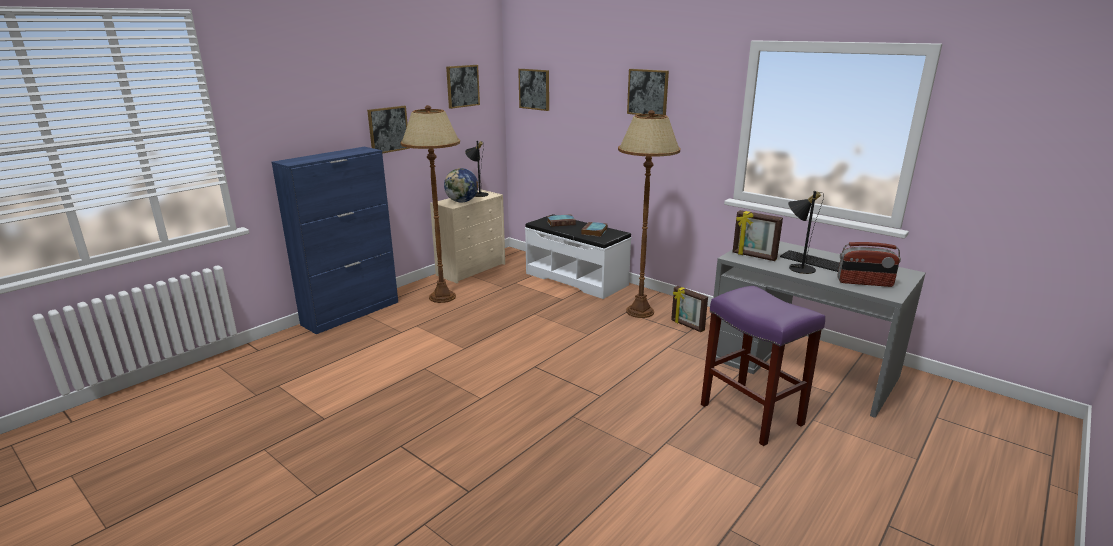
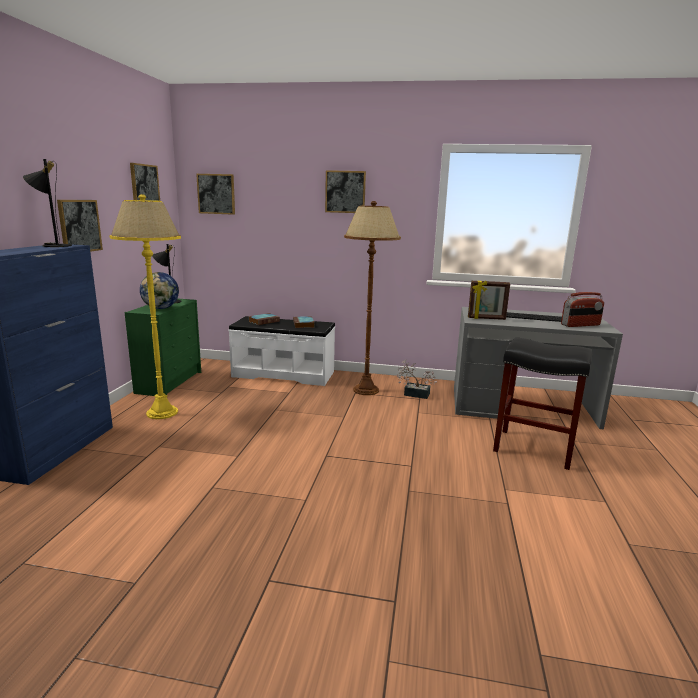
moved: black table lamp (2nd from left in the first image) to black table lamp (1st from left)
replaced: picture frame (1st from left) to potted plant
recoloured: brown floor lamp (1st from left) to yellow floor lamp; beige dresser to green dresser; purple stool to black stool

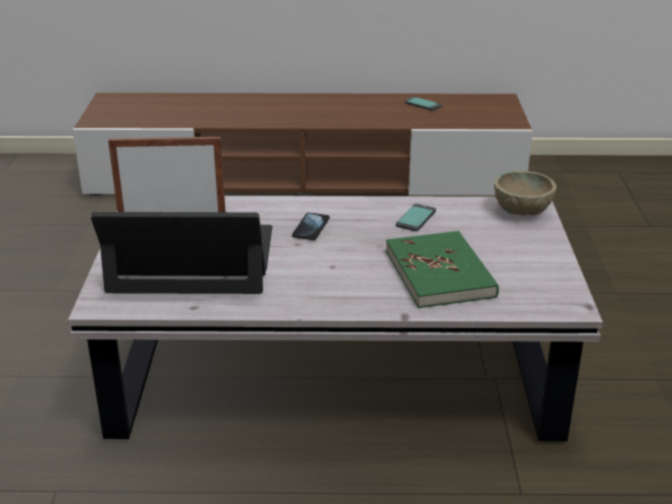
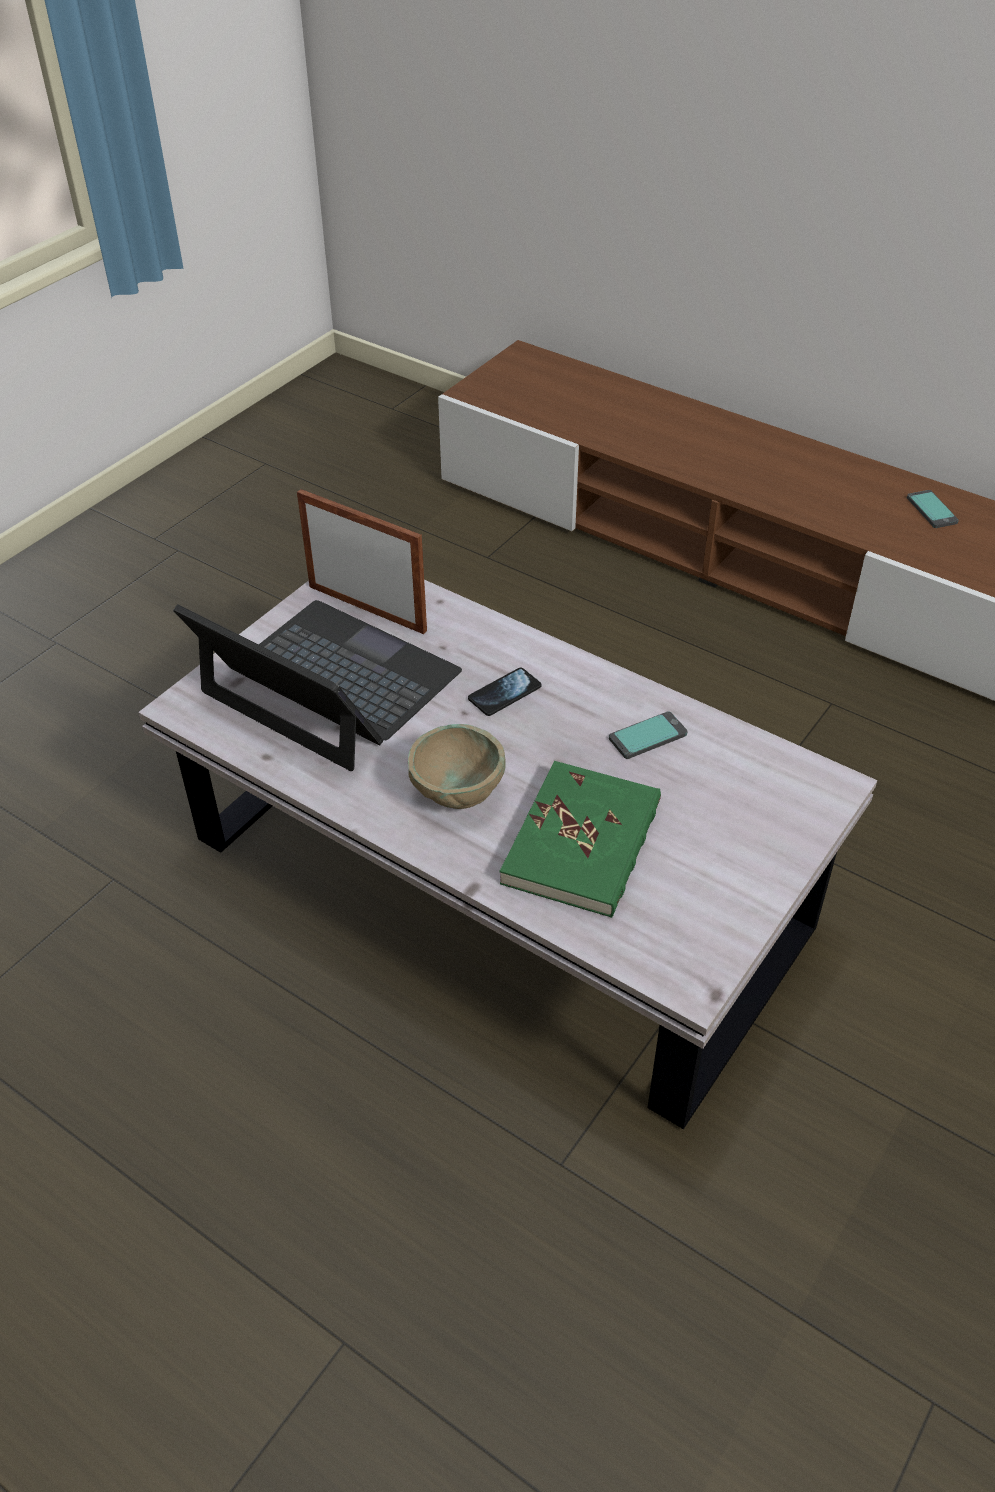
moved: beige bowl

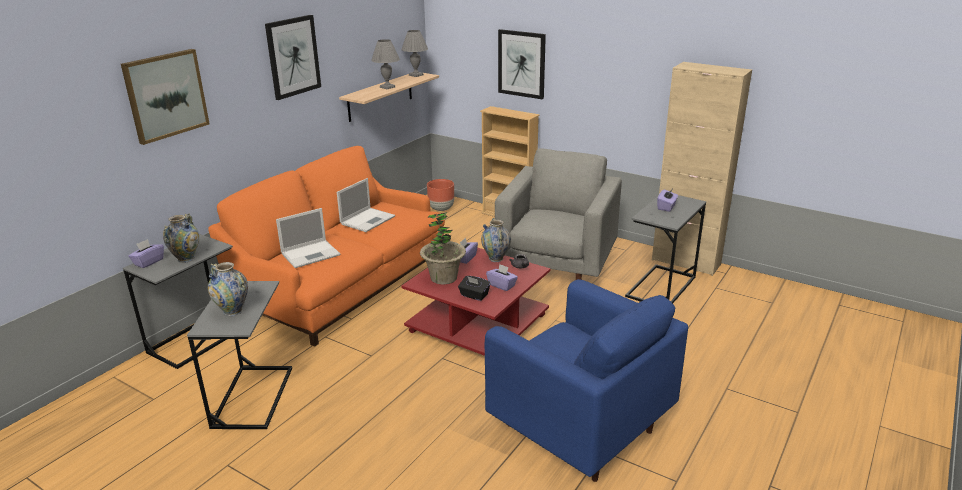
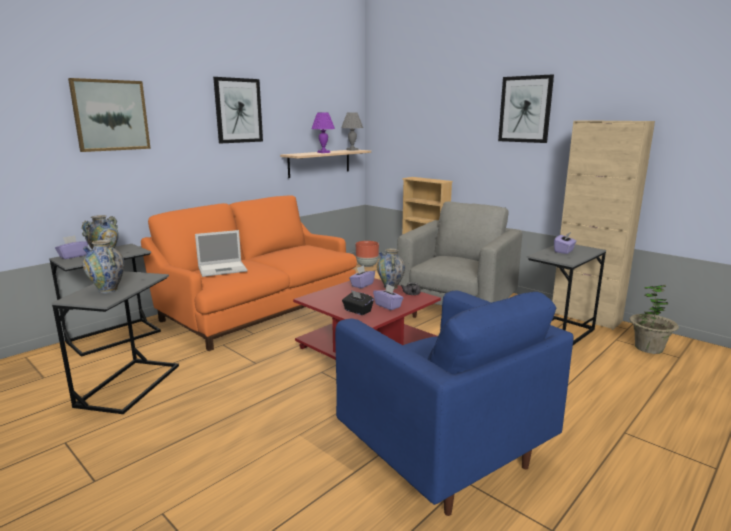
removed: laptop (2nd from left)
moved: potted plant; picture (3rd from left)
recoloured: grey table lamp (1st from left) to purple table lamp

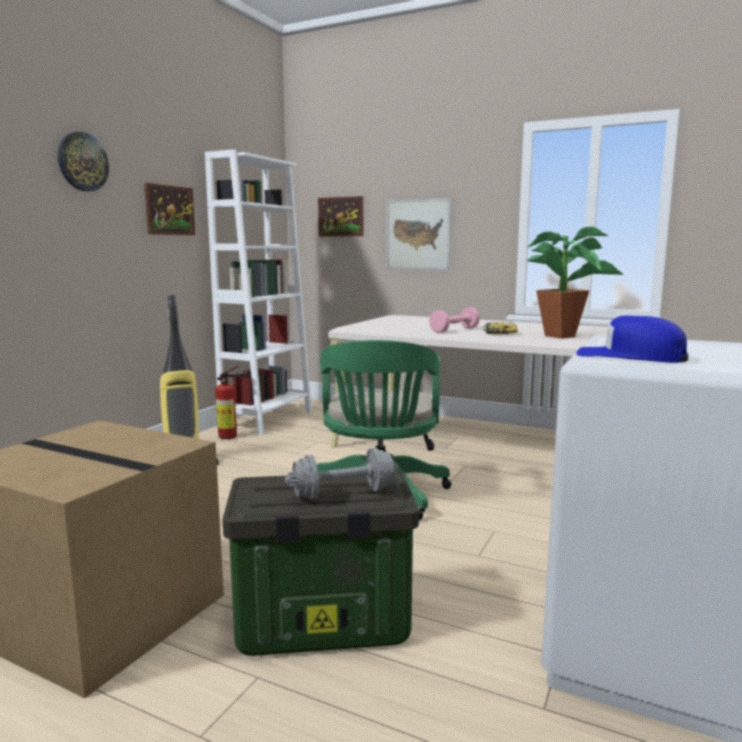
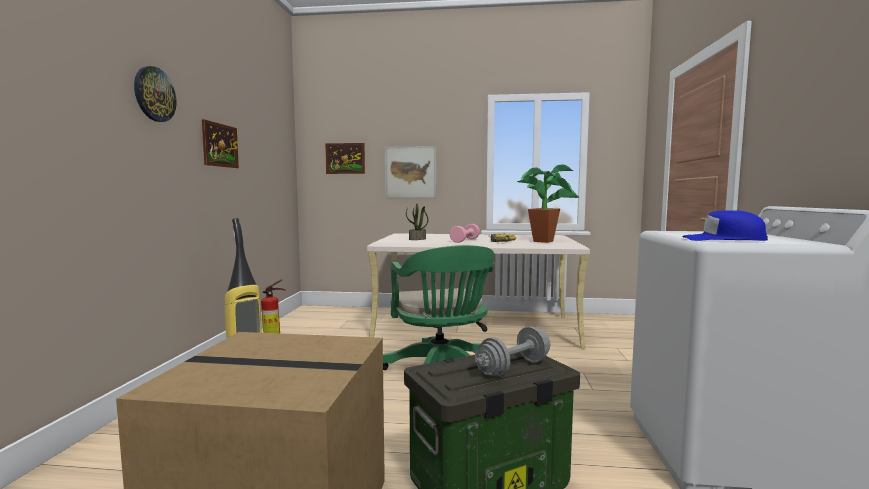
removed: white bookcase
added: potted plant (1st from left)

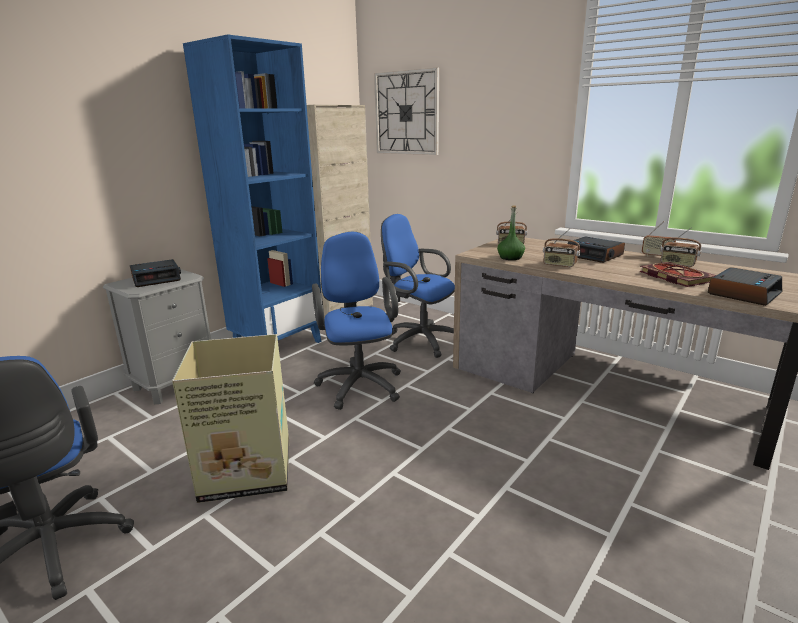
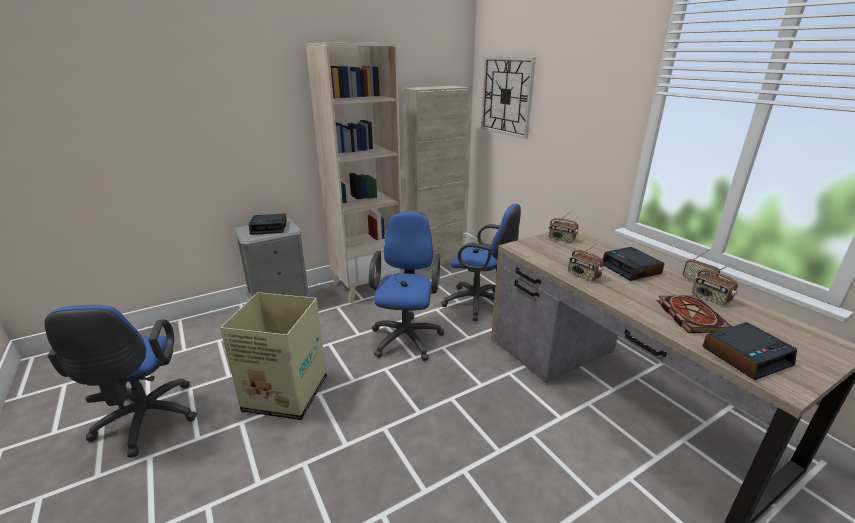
removed: green bottle
recoloured: blue bookcase to beige bookcase
turned: blue office chair (3rd from left) 150 degrees clockwise

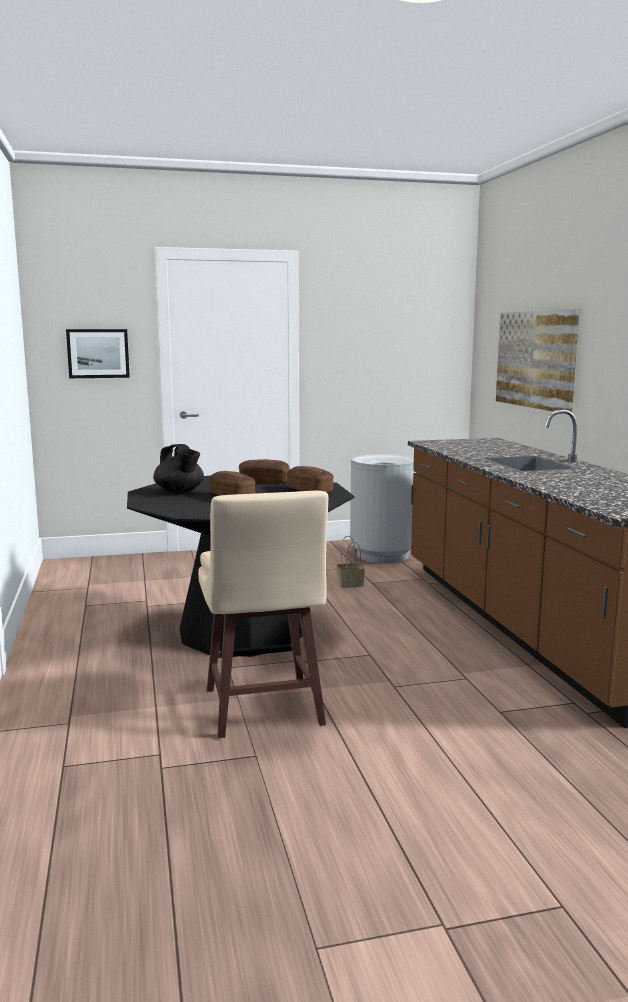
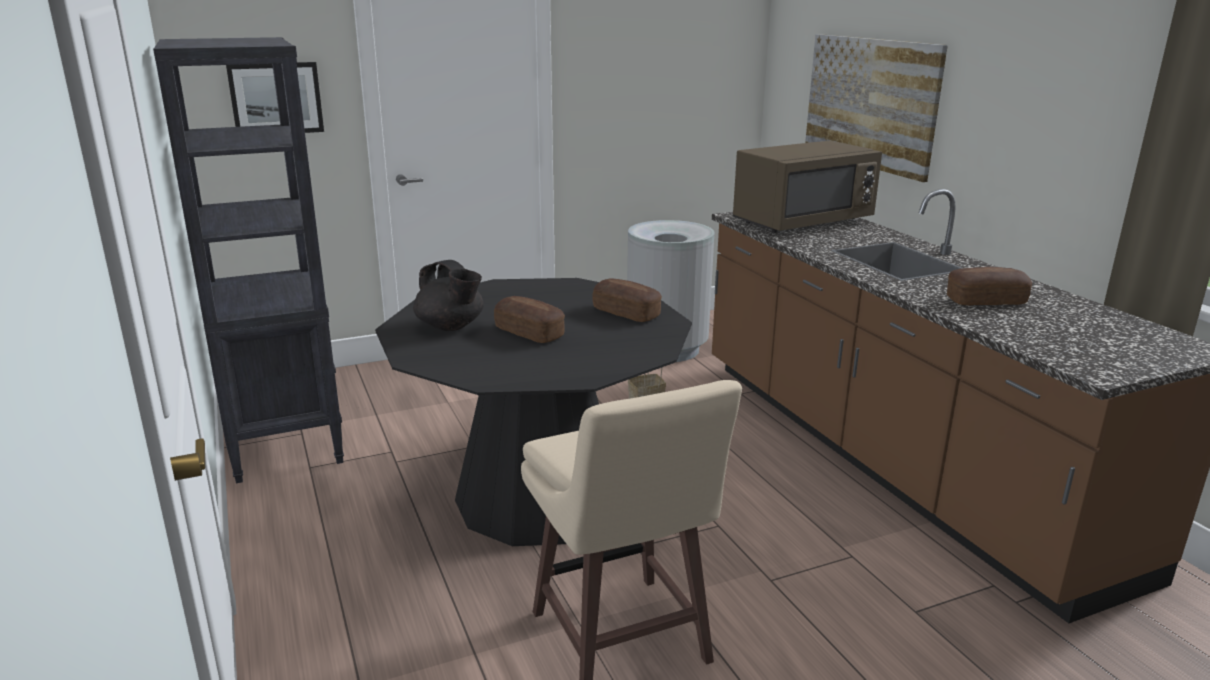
added: black bookcase; brown microwave
moved: bread (2nd from left in the first image) to bread (3rd from left)

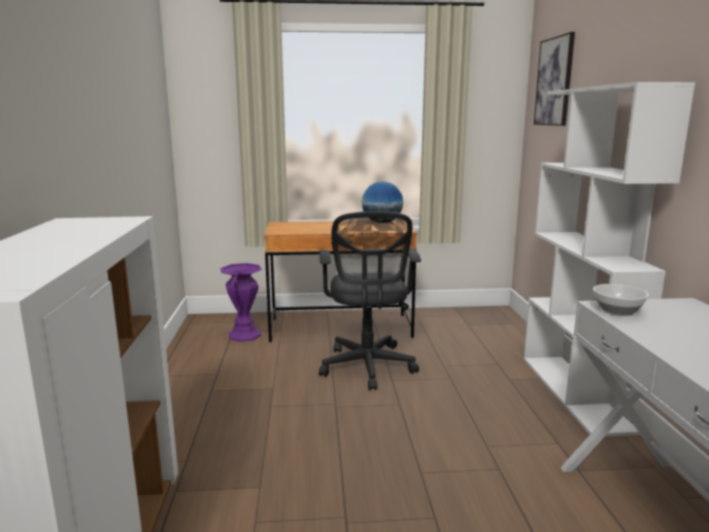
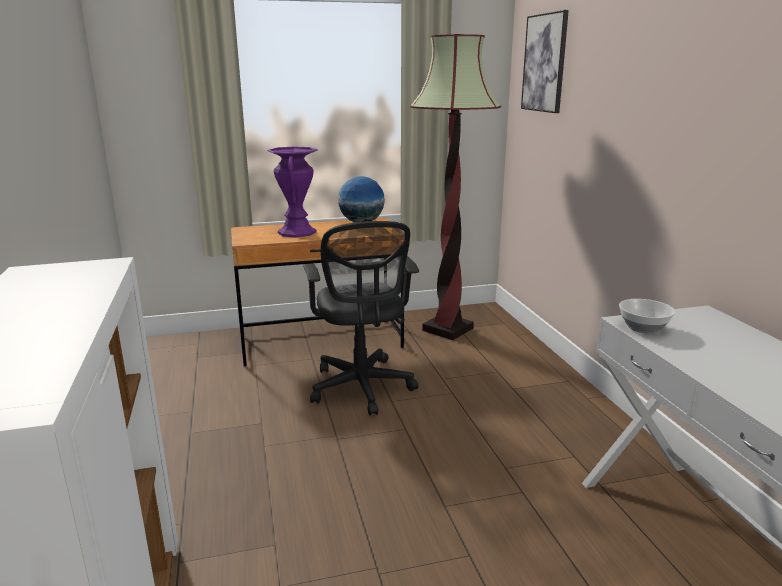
removed: white bookcase
added: floor lamp
moved: purple vase

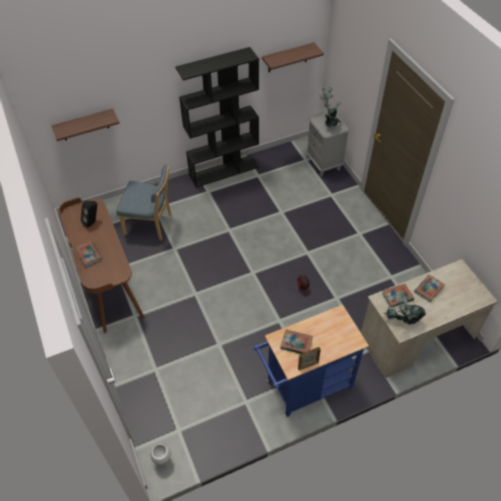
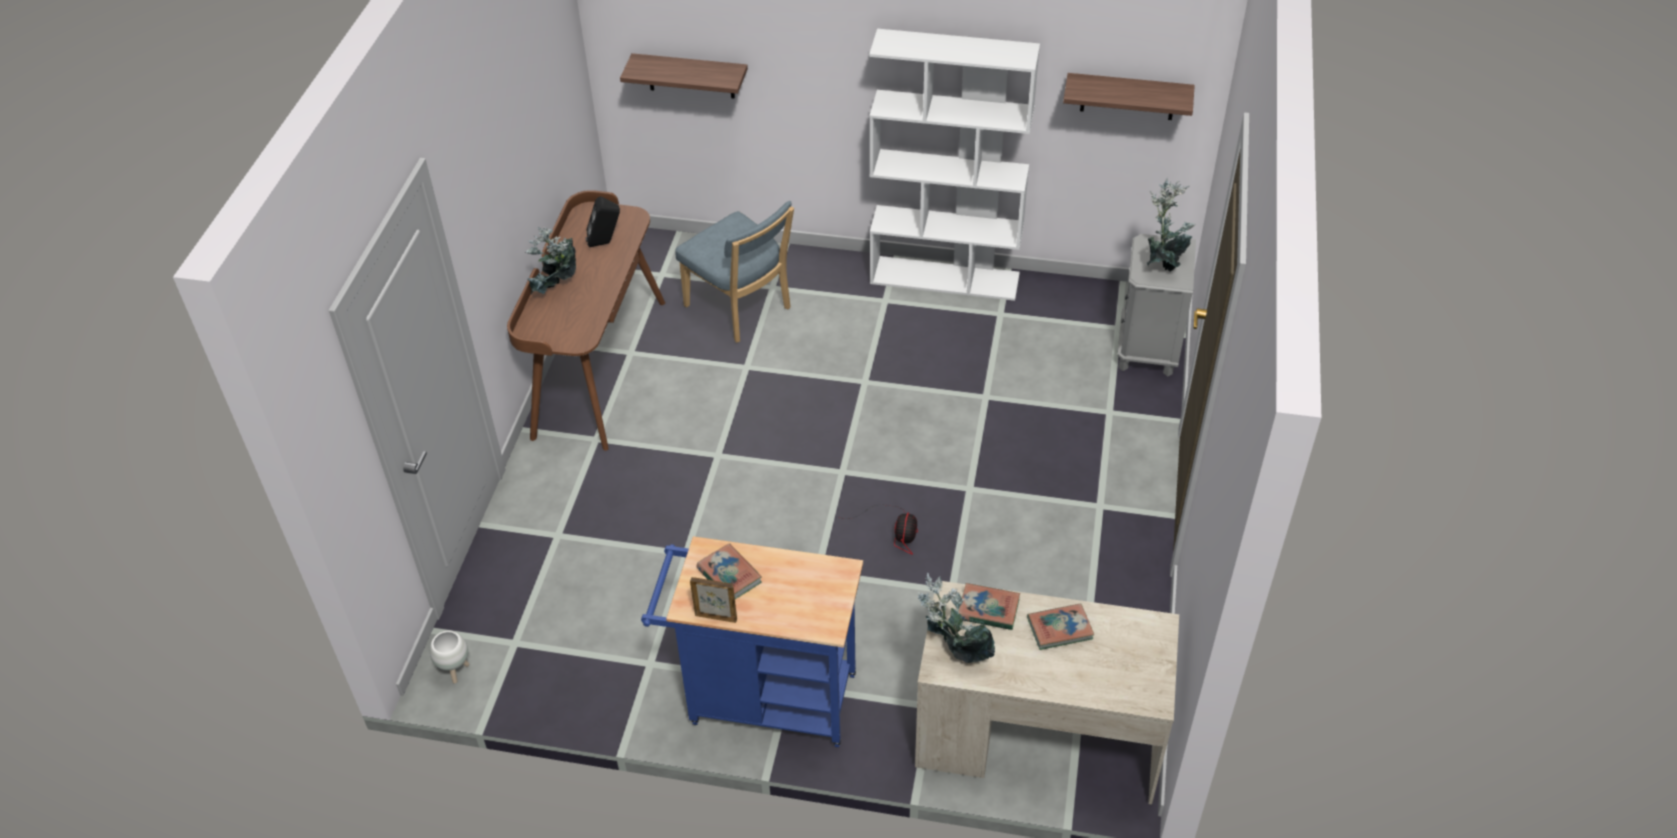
replaced: book (1st from left) to potted plant (1st from left)
recoloured: black bookcase to white bookcase

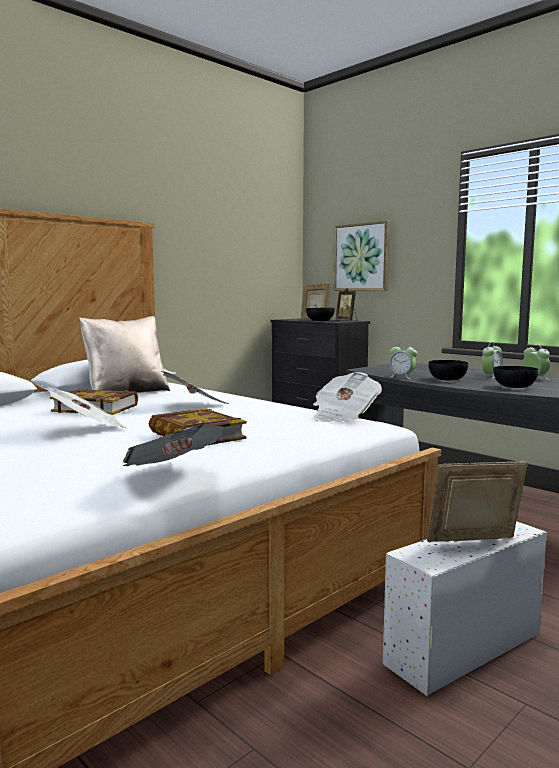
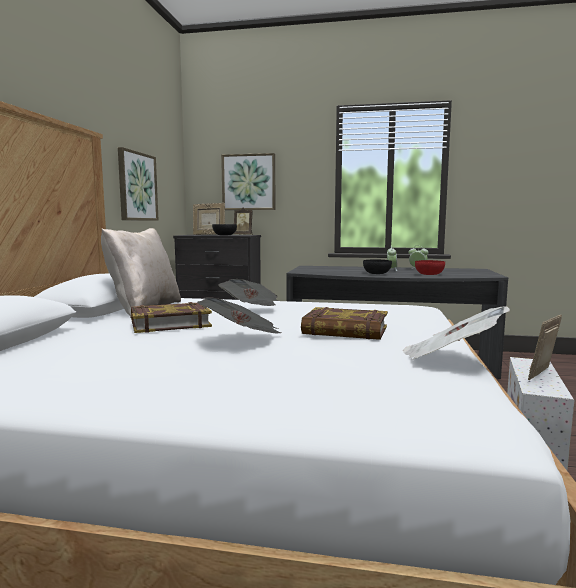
removed: newspaper (4th from left); alarm clock (1st from left)
added: picture (1st from left)
recoloured: black bowl (3rd from left) to red bowl

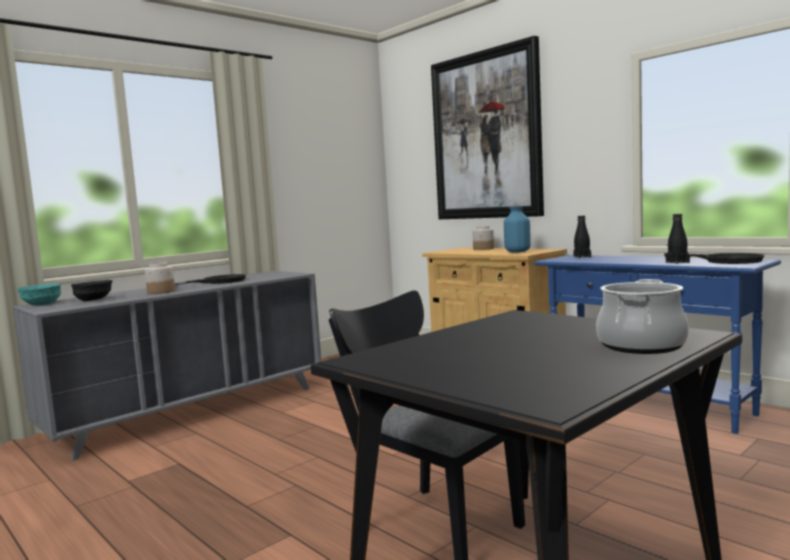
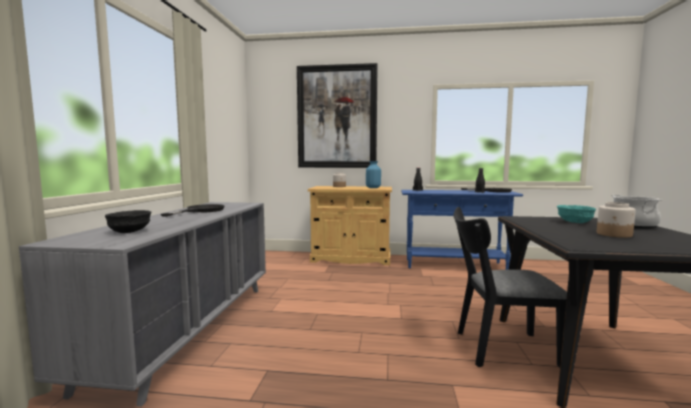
moved: turquoise bowl; jar (1st from left in the first image) to jar (2nd from left)

